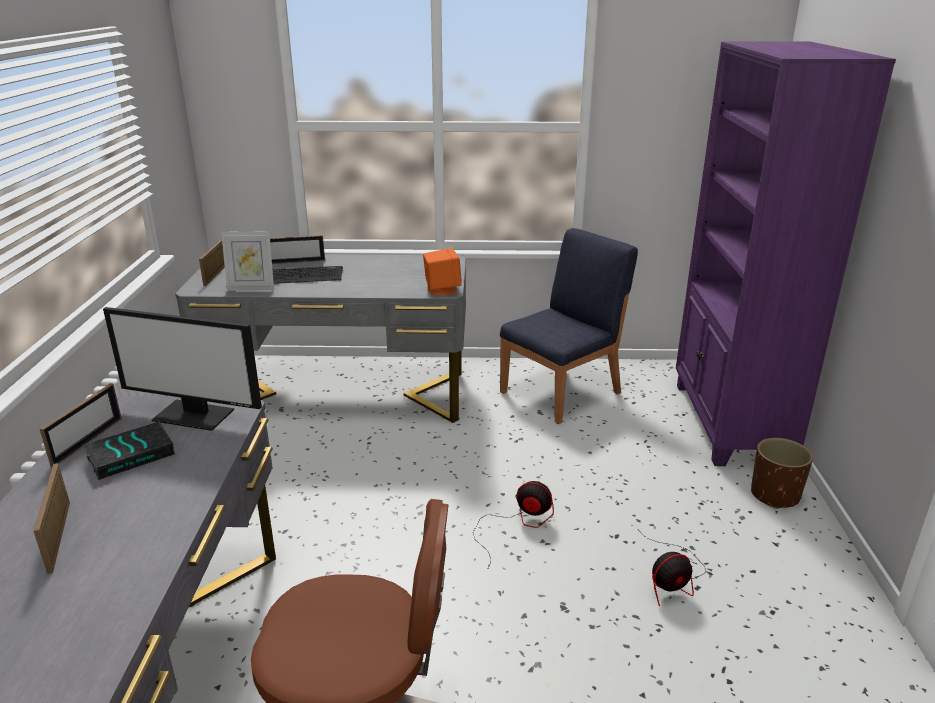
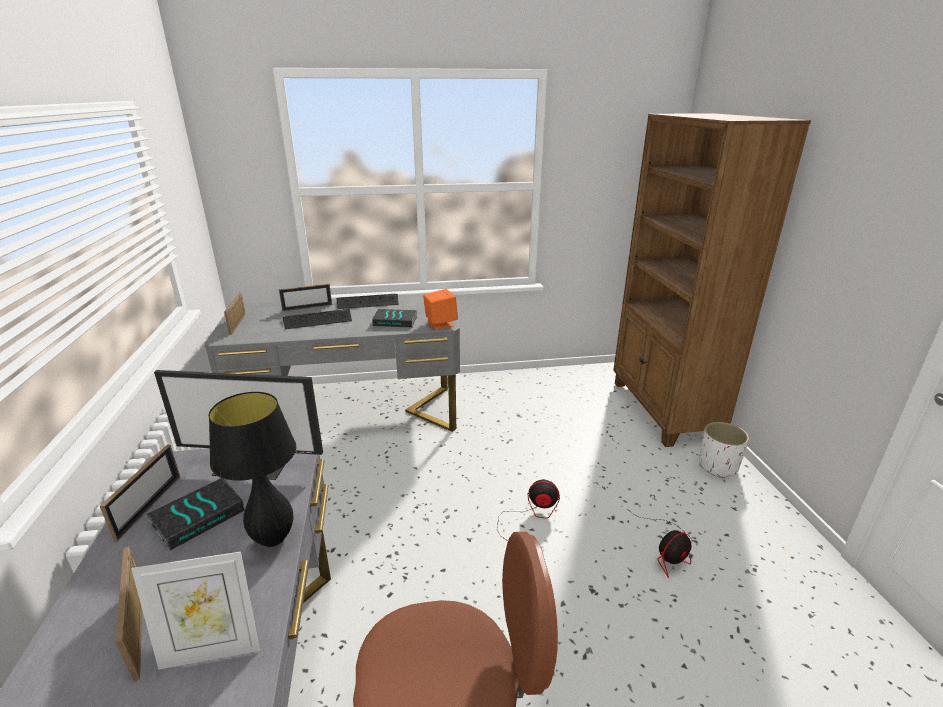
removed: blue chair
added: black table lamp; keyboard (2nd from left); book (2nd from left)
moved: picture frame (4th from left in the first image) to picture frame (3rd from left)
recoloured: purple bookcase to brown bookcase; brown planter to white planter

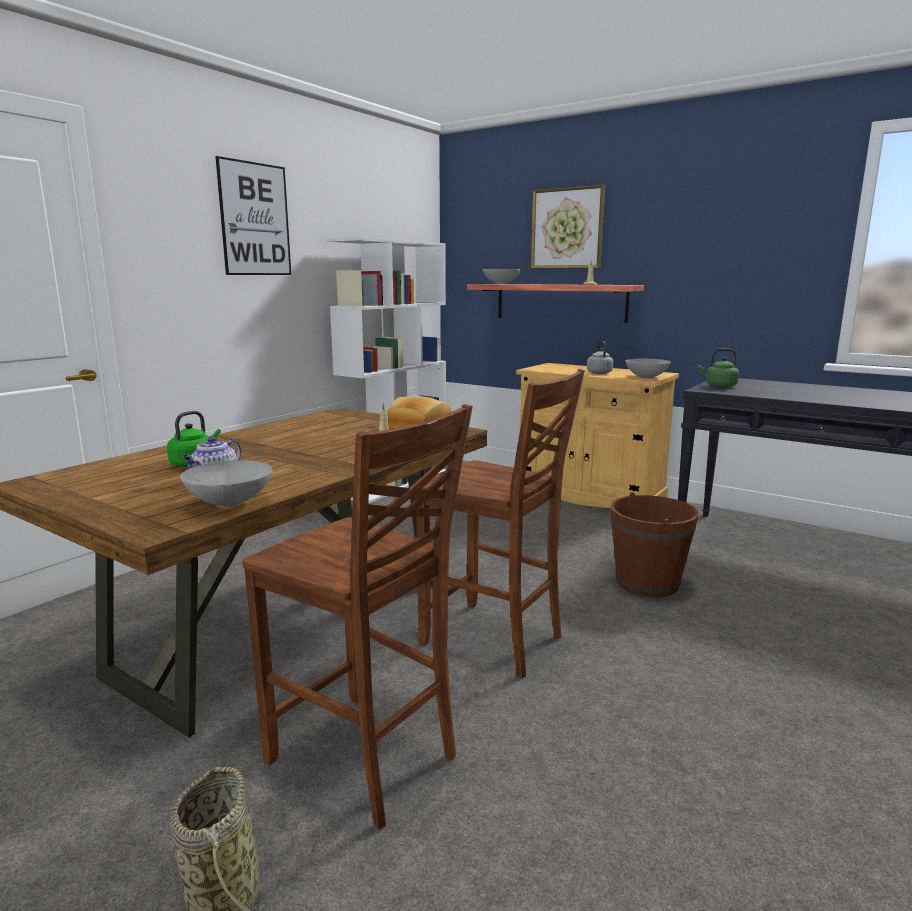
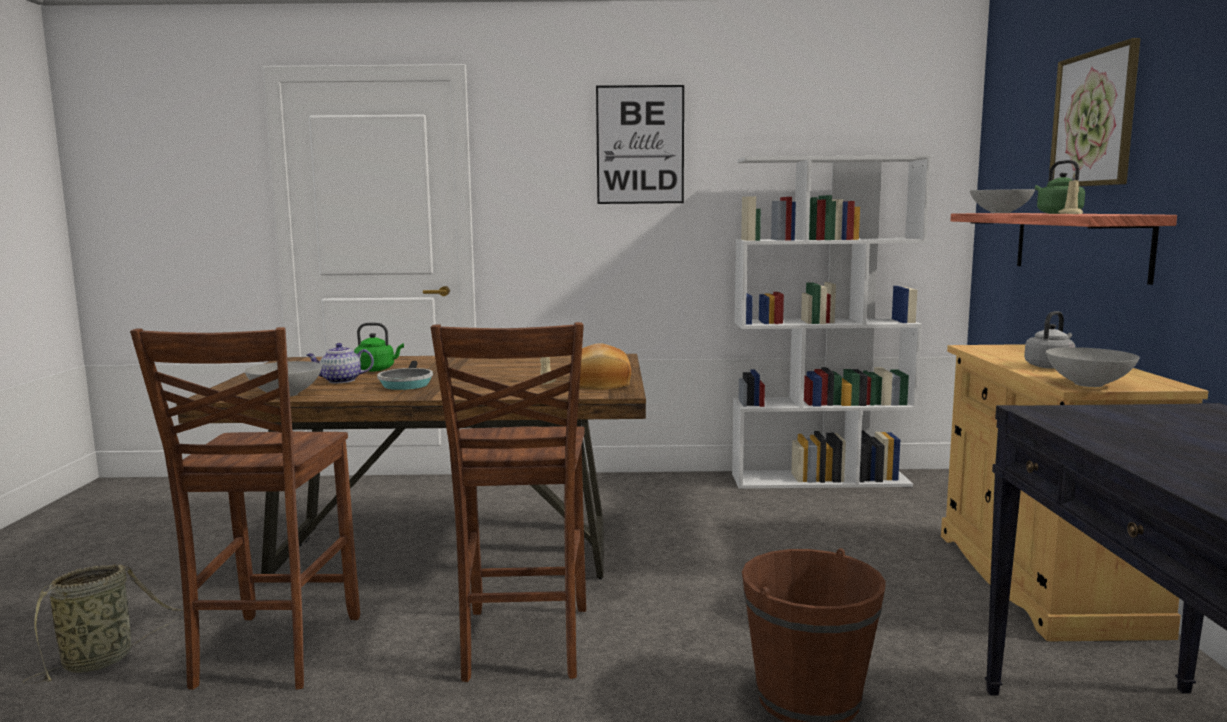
added: frying pan
moved: green kettle (2nd from left)

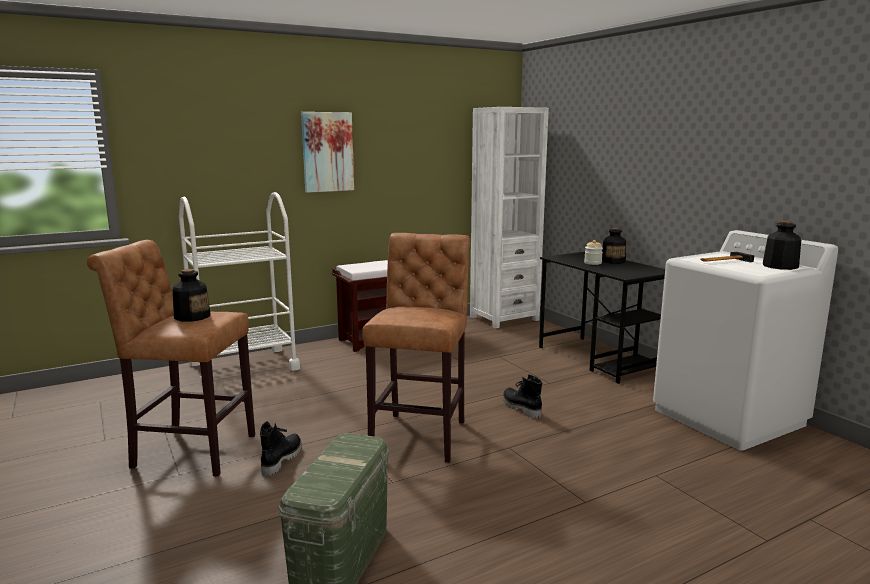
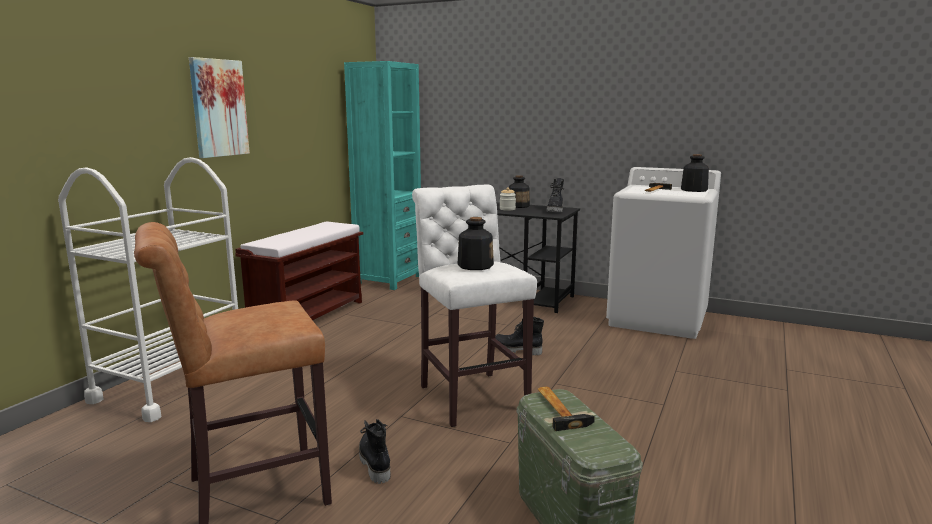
added: hammer (1st from left); black boot (3rd from left)
moved: bottle (1st from left)
recoloured: brown stool (2nd from left) to white stool; white bookcase to turquoise bookcase

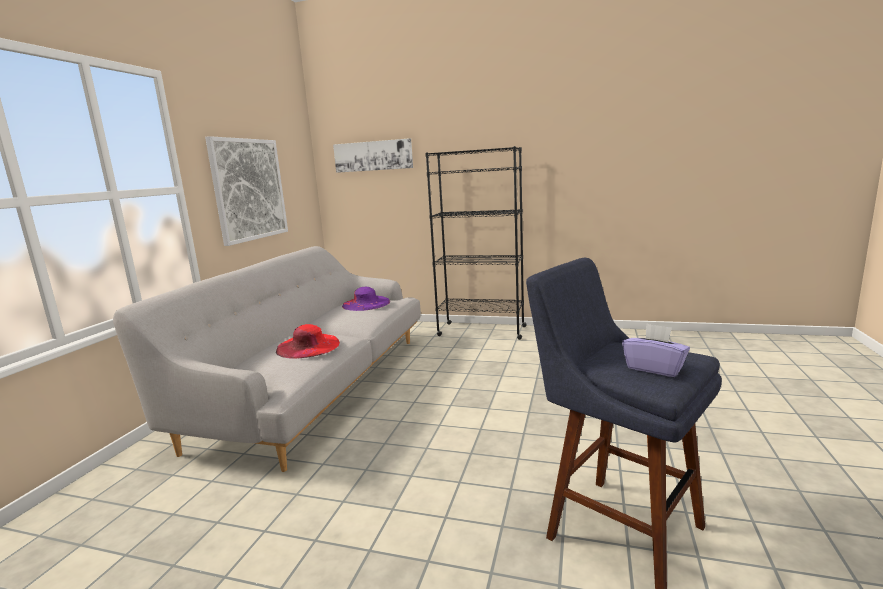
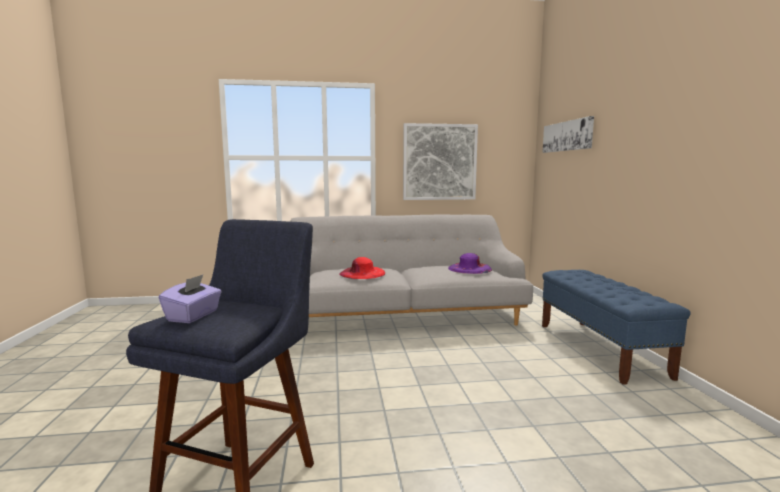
replaced: black bookcase to blue bench

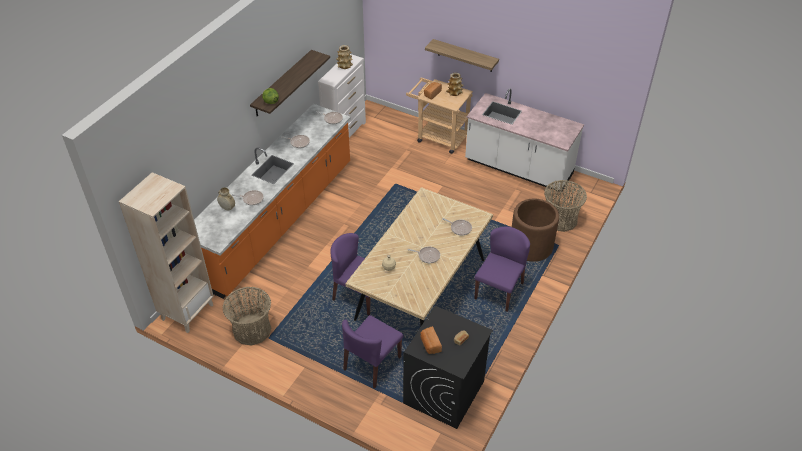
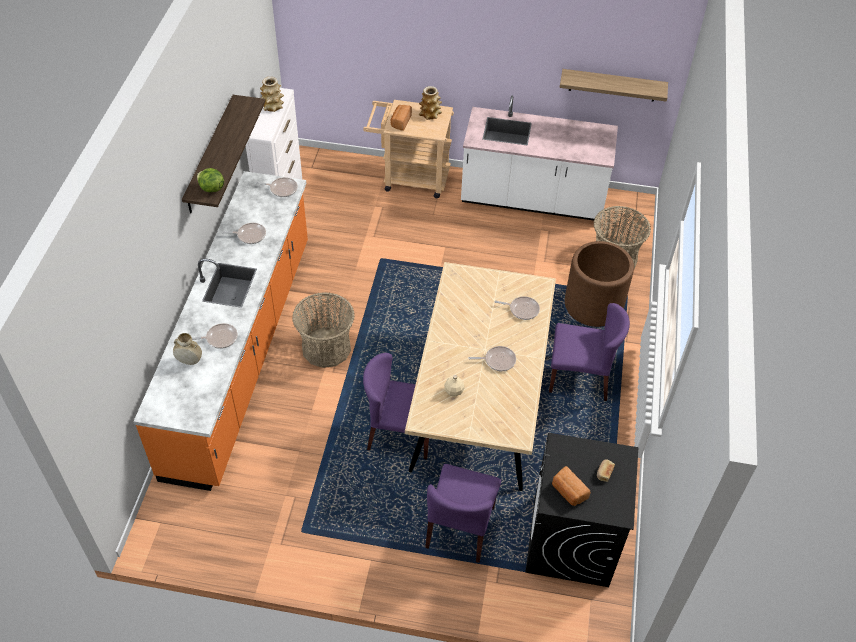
removed: beige bookcase
moved: basket (1st from left); shelf (2nd from left)
turned: purple chair (3rd from left) 90 degrees clockwise

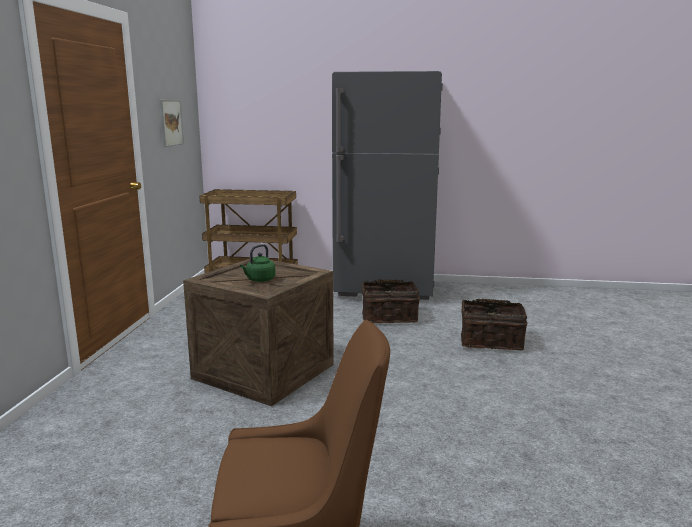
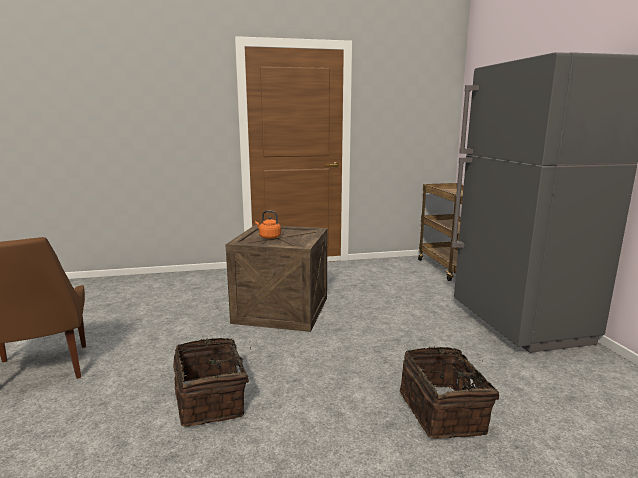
removed: picture
moved: basket (1st from left)
recoloured: green kettle to orange kettle

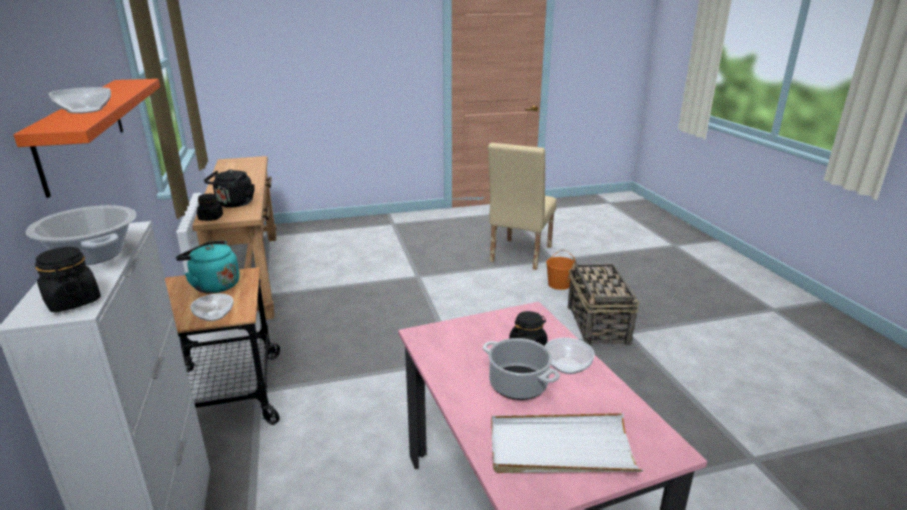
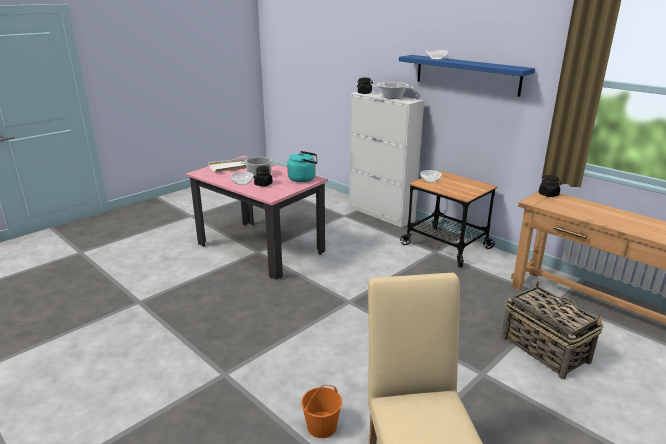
removed: black kettle
moved: turquoise kettle; basket
recoloured: orange shelf to blue shelf

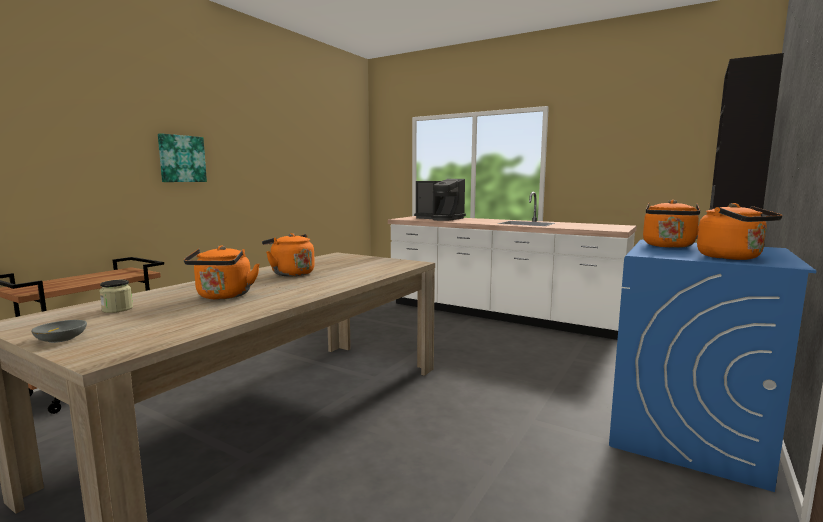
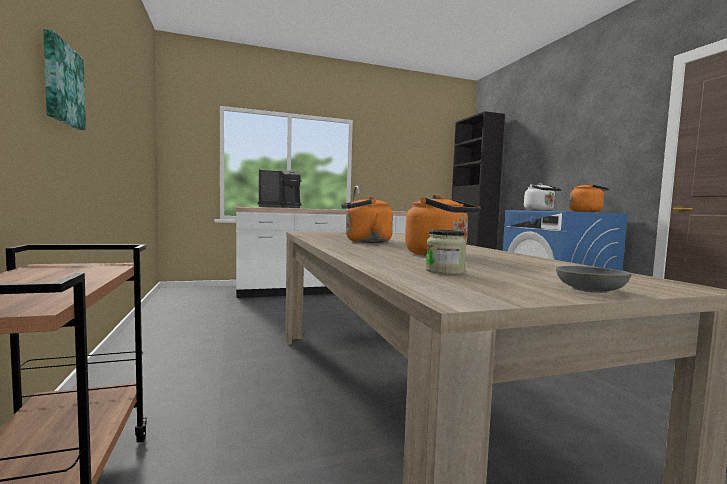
recoloured: orange kettle (3rd from left) to white kettle

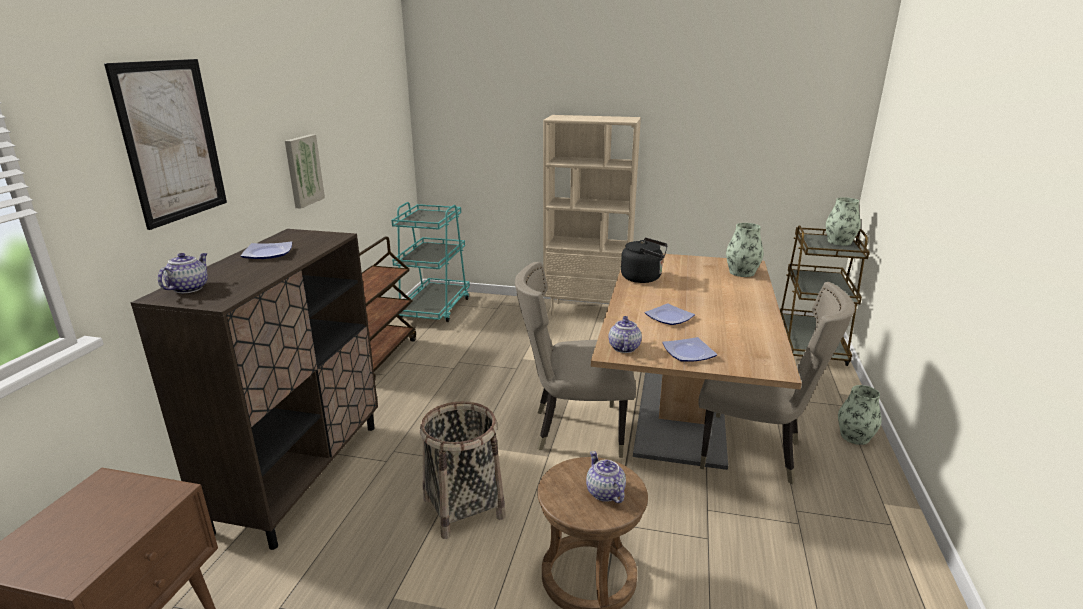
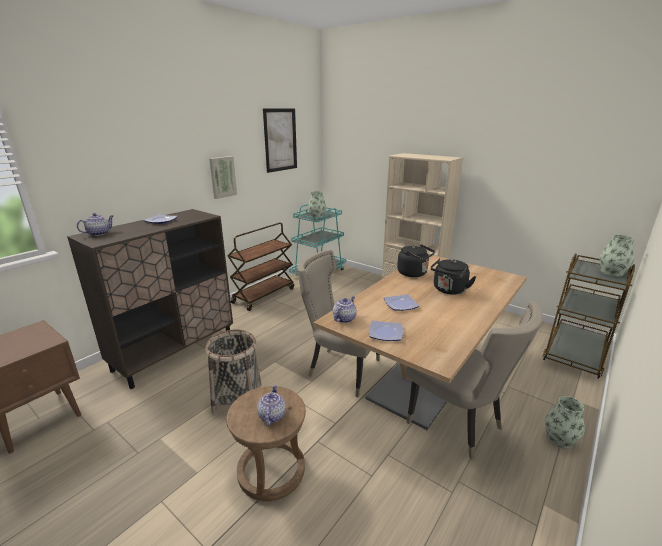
added: black kettle (2nd from left)
moved: picture (1st from left in the first image) to picture (2nd from left); vase (1st from left)

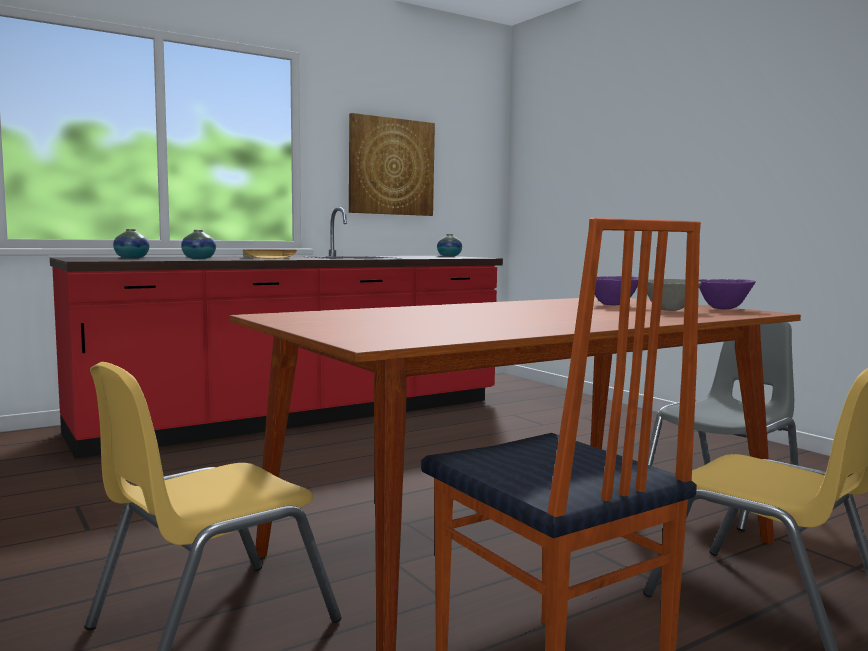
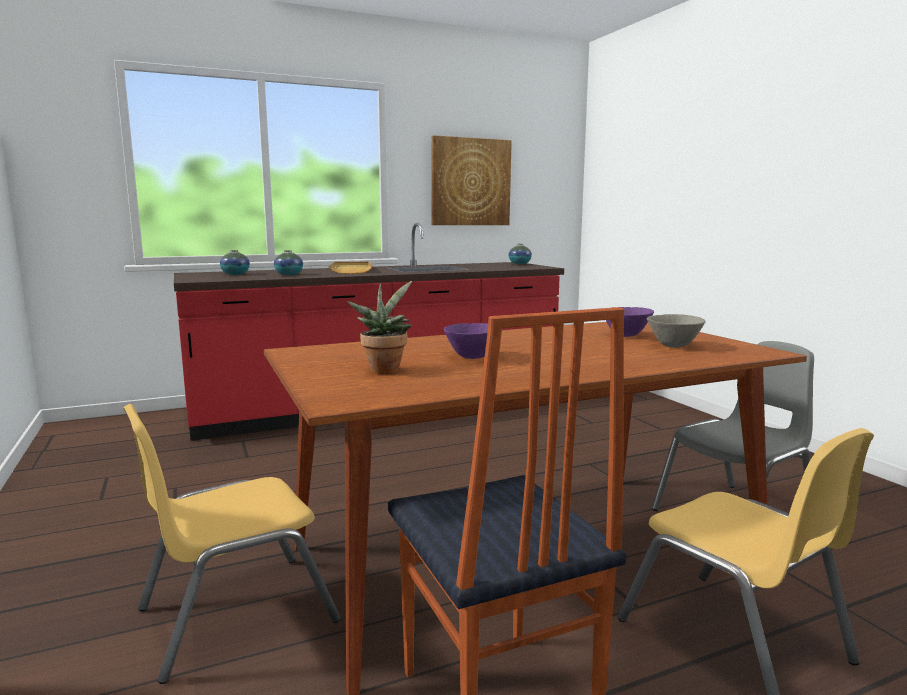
added: potted plant
moved: purple bowl (2nd from left in the first image) to purple bowl (1st from left)

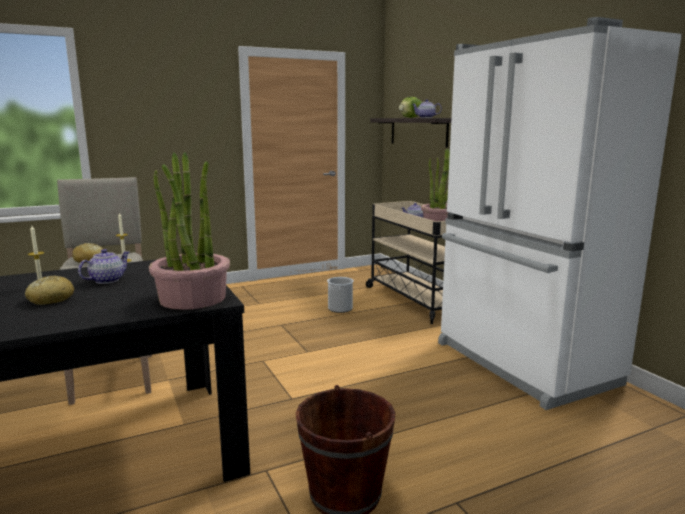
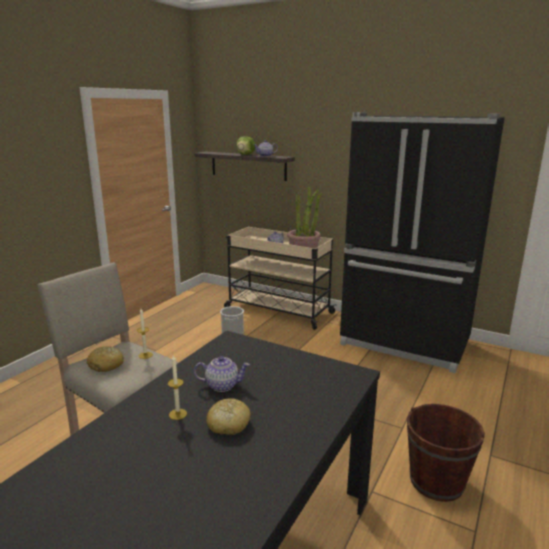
removed: potted plant (1st from left)
recoloured: white fridge to black fridge
turned: teapot (1st from left) 90 degrees clockwise

